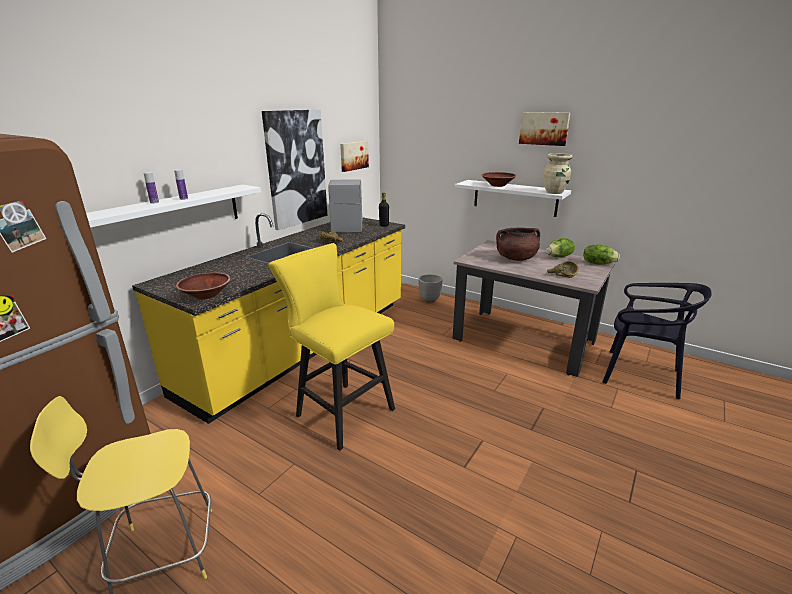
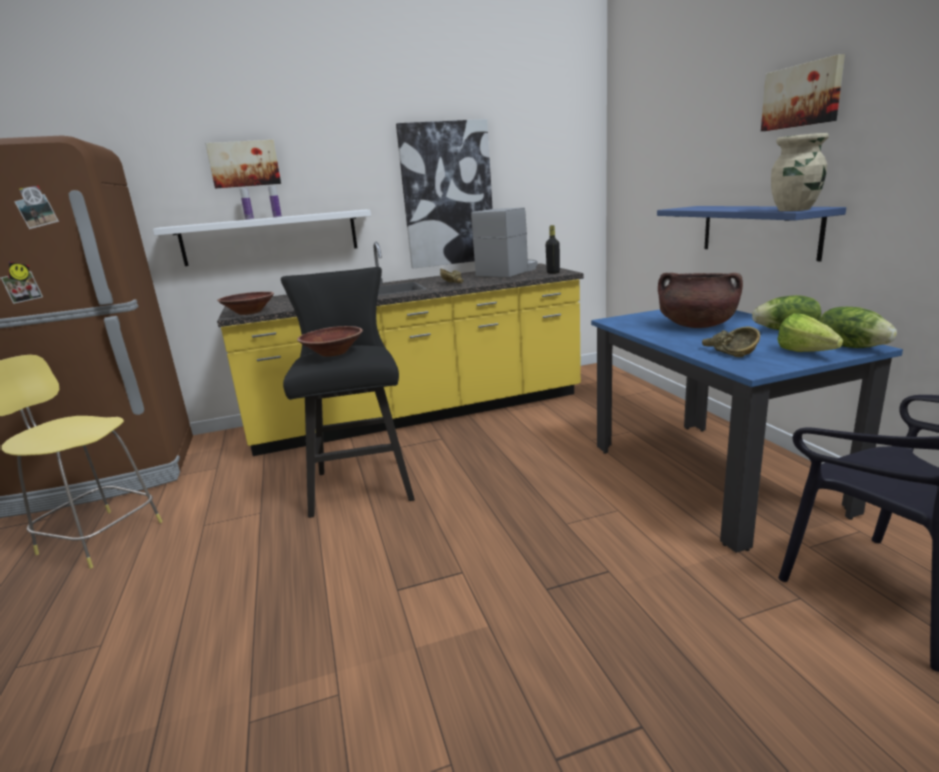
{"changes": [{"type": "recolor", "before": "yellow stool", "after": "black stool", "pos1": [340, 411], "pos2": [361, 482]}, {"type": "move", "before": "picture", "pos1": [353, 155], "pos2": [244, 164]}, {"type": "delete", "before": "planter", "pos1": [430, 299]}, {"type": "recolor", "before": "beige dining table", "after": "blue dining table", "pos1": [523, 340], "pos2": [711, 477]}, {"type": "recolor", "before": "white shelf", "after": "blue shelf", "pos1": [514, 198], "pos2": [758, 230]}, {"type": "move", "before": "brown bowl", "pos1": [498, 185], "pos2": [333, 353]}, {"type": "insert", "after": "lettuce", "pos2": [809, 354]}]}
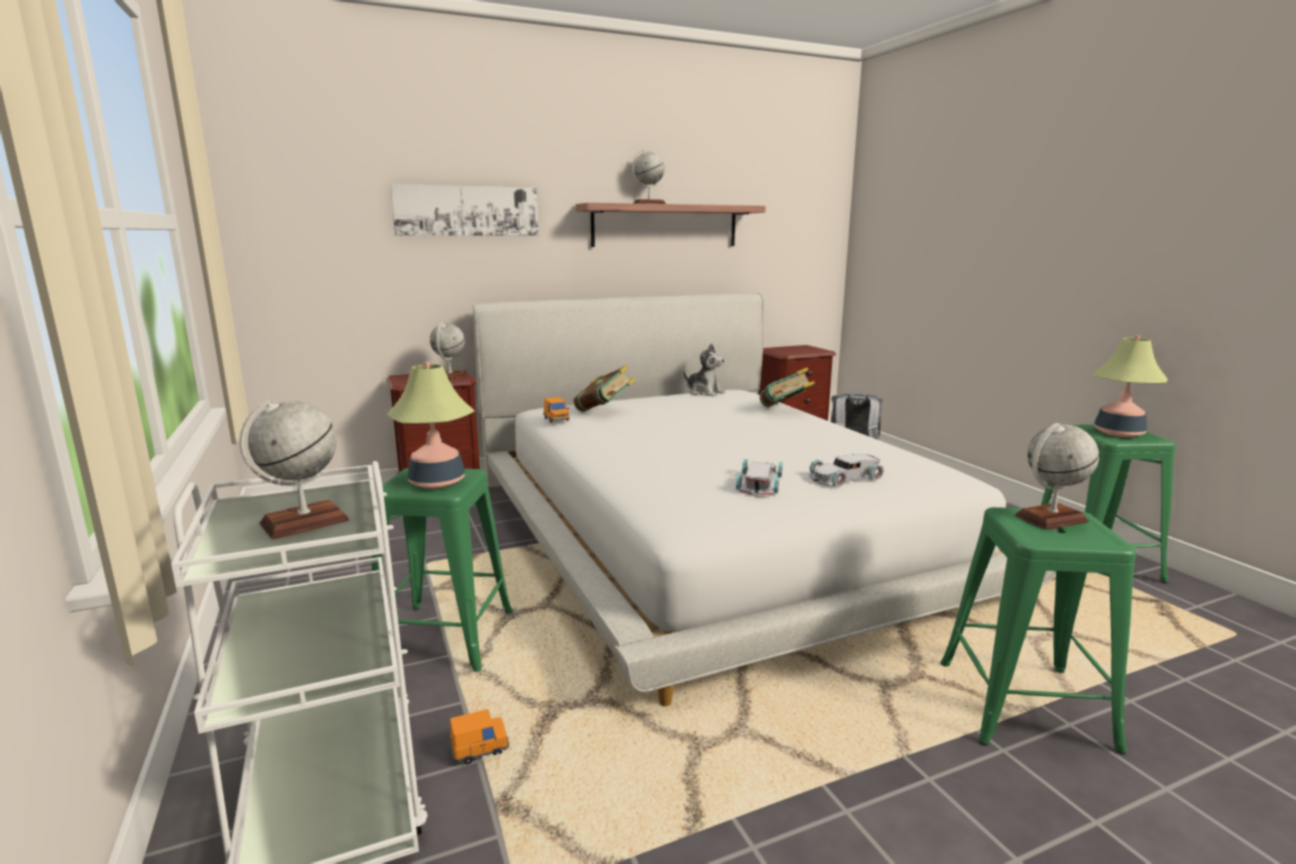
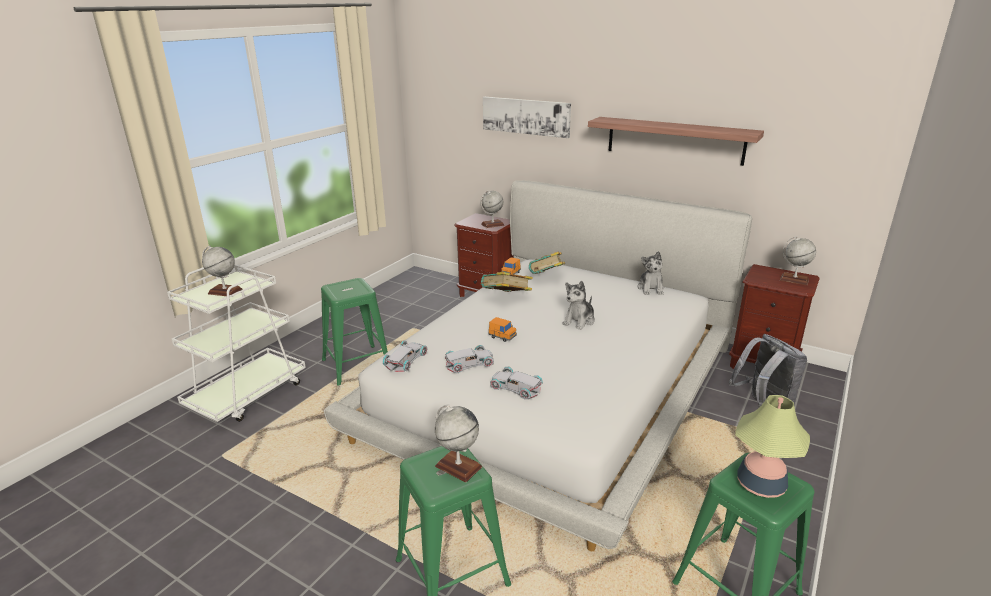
{"changes": [{"type": "delete", "before": "table lamp", "pos1": [437, 482]}, {"type": "move", "before": "orange toy car", "pos1": [480, 749], "pos2": [502, 336]}, {"type": "move", "before": "globe", "pos1": [649, 204], "pos2": [794, 280]}, {"type": "move", "before": "book", "pos1": [785, 410], "pos2": [506, 298]}, {"type": "insert", "after": "white toy car", "pos2": [406, 359]}, {"type": "insert", "after": "plush toy", "pos2": [579, 321]}]}
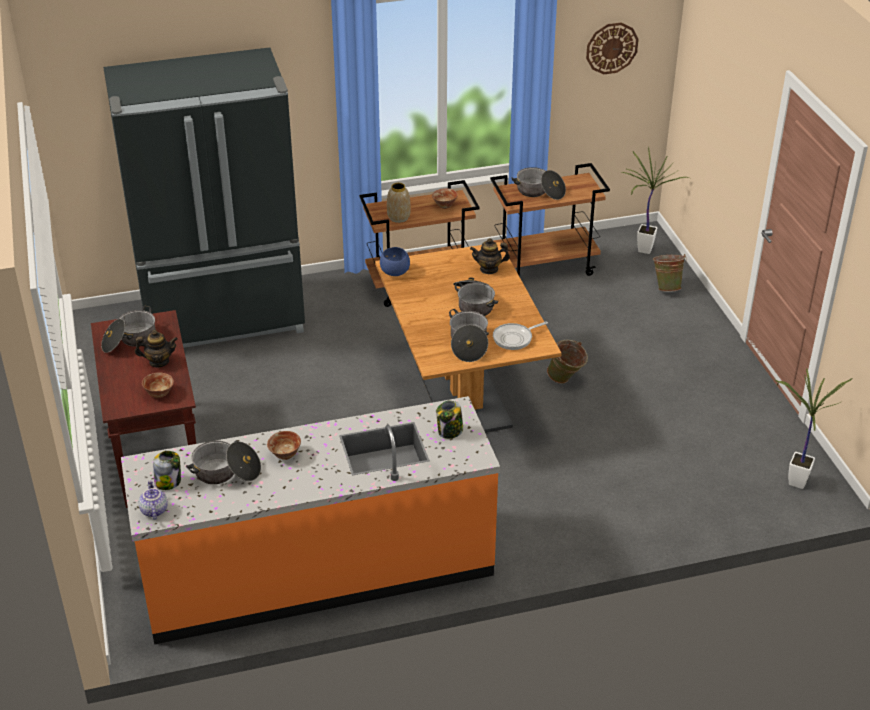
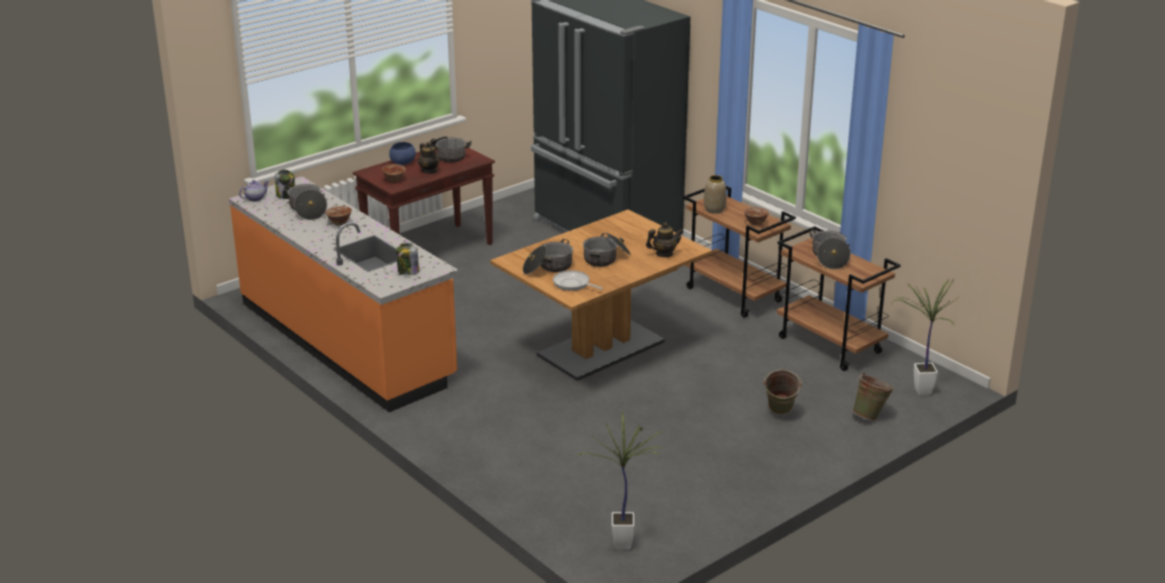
{"changes": [{"type": "move", "before": "blue bowl", "pos1": [394, 272], "pos2": [402, 162]}, {"type": "rotate", "before": "teapot", "pos1": [489, 269], "pos2": [664, 254], "turn": 105}, {"type": "move", "before": "green bucket", "pos1": [566, 380], "pos2": [780, 413]}, {"type": "delete", "before": "wall clock", "pos1": [611, 48]}]}
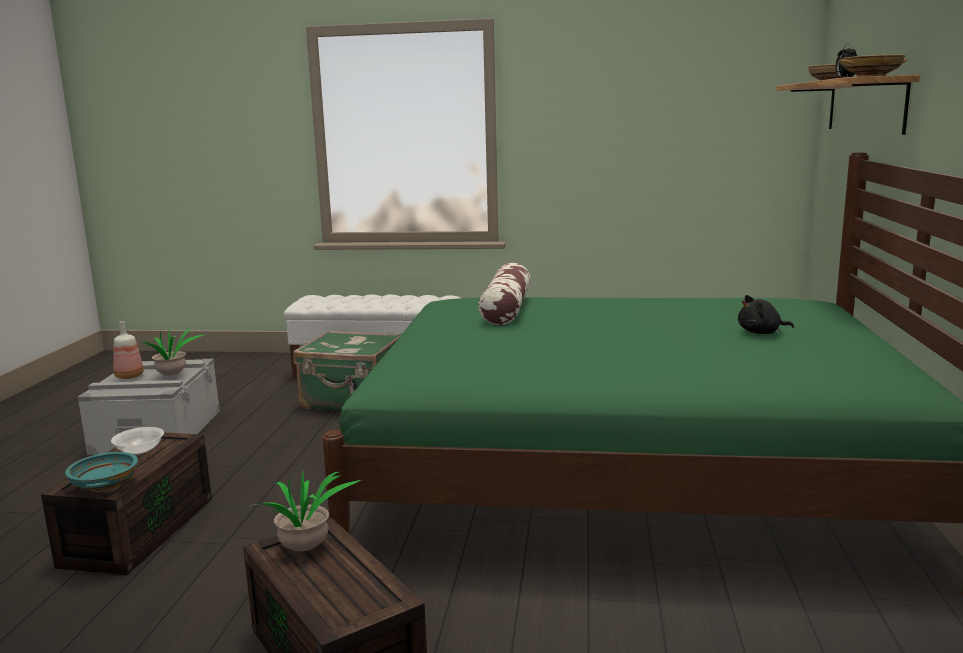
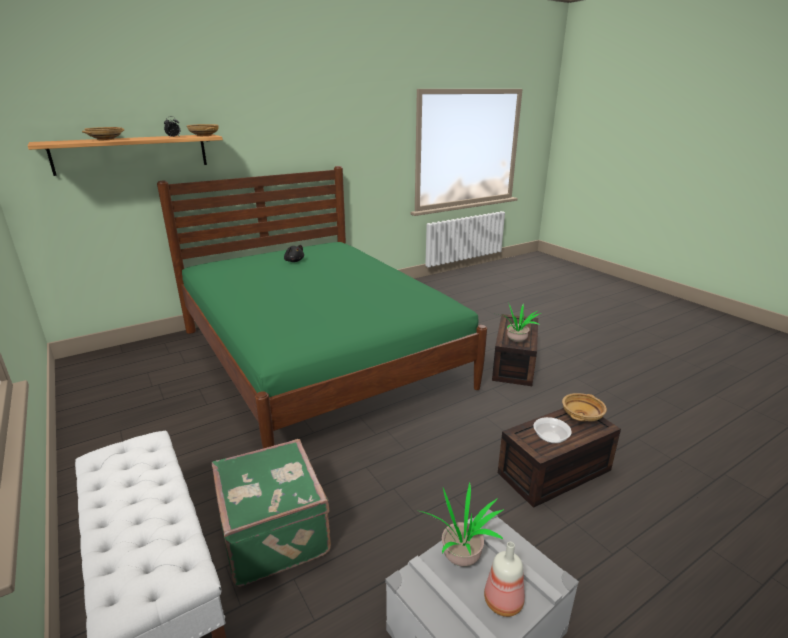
{"changes": [{"type": "recolor", "before": "turquoise bowl", "after": "beige bowl", "pos1": [104, 484], "pos2": [582, 416]}, {"type": "delete", "before": "pillow", "pos1": [506, 309]}]}
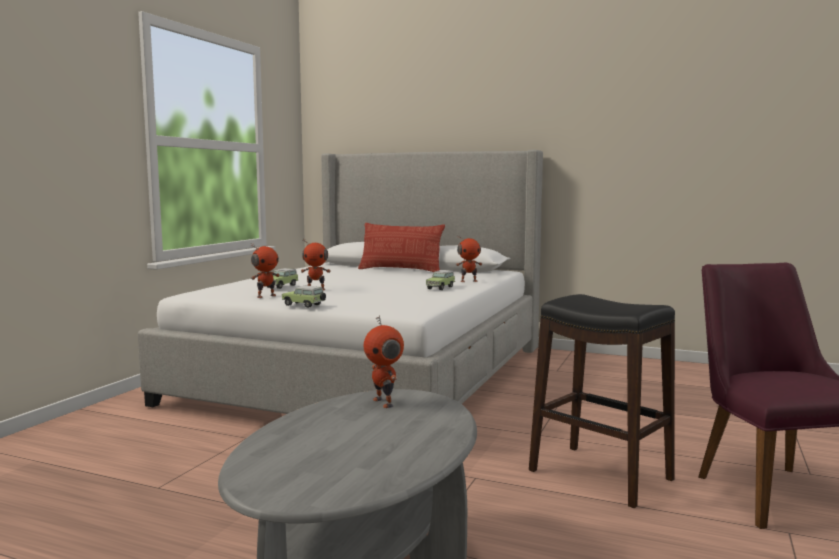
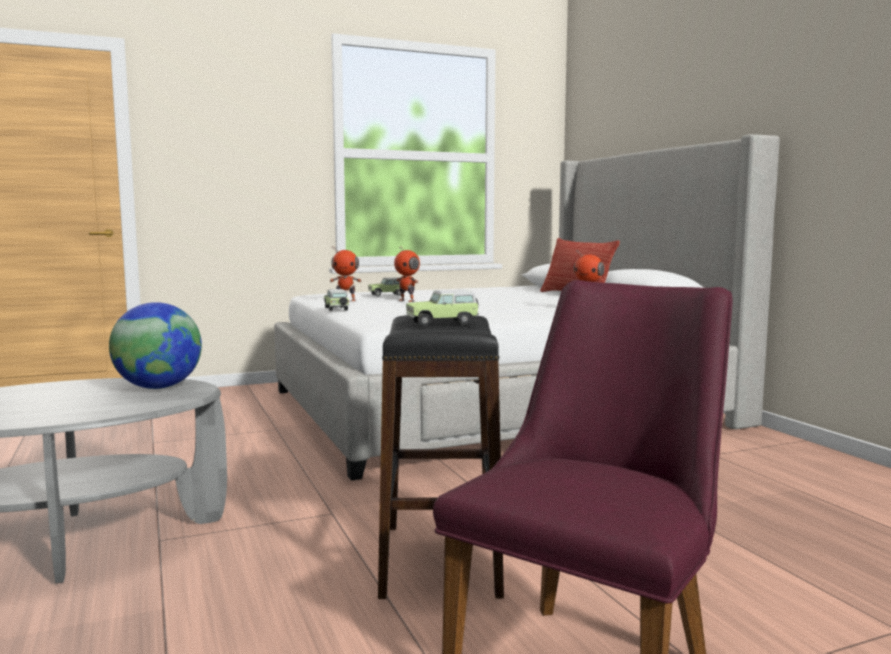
{"changes": [{"type": "replace", "before": "toy robot", "after": "globe", "pos1": [384, 403], "pos2": [158, 387]}, {"type": "move", "before": "toy car", "pos1": [441, 287], "pos2": [444, 323]}]}
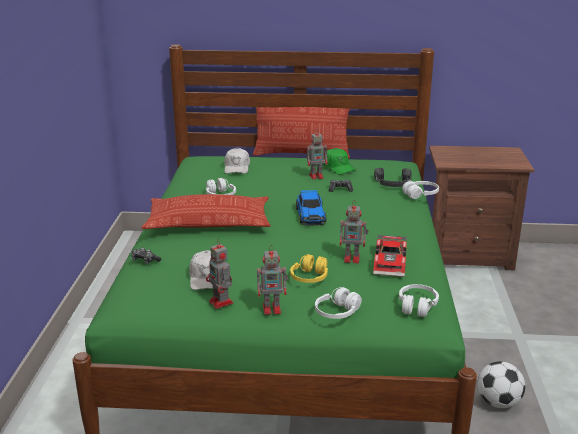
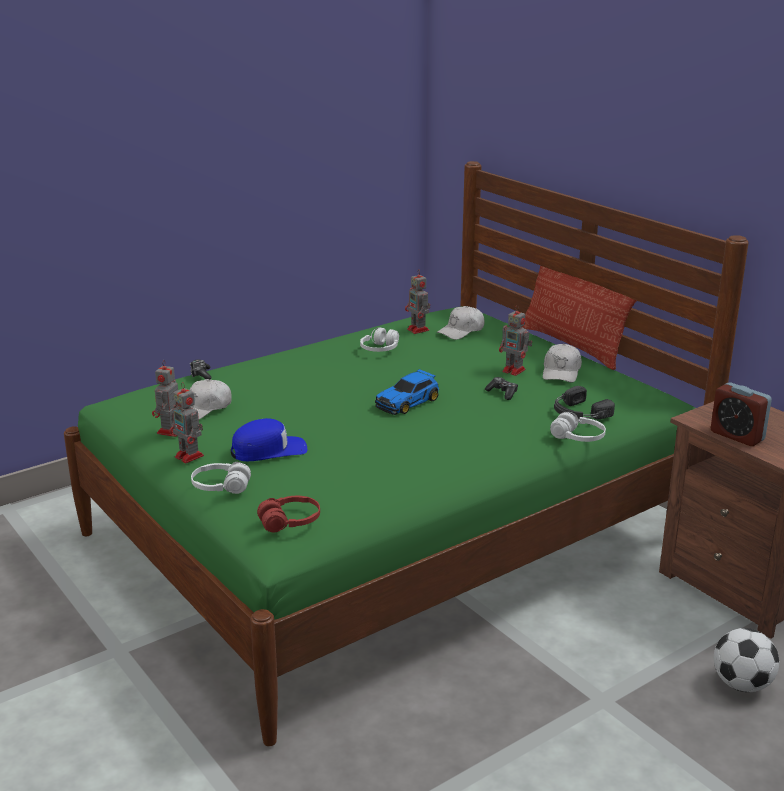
{"changes": [{"type": "delete", "before": "pillow", "pos1": [208, 222]}, {"type": "replace", "before": "yellow headphones", "after": "blue cap", "pos1": [310, 278], "pos2": [269, 450]}, {"type": "recolor", "before": "green cap", "after": "white cap", "pos1": [338, 167], "pos2": [561, 372]}, {"type": "move", "before": "toy robot", "pos1": [353, 258], "pos2": [418, 330]}, {"type": "delete", "before": "toy car", "pos1": [392, 263]}, {"type": "recolor", "before": "white headphones", "after": "red headphones", "pos1": [417, 306], "pos2": [290, 522]}, {"type": "move", "before": "football", "pos1": [498, 402], "pos2": [741, 684]}, {"type": "insert", "after": "alarm clock", "pos2": [737, 436]}]}
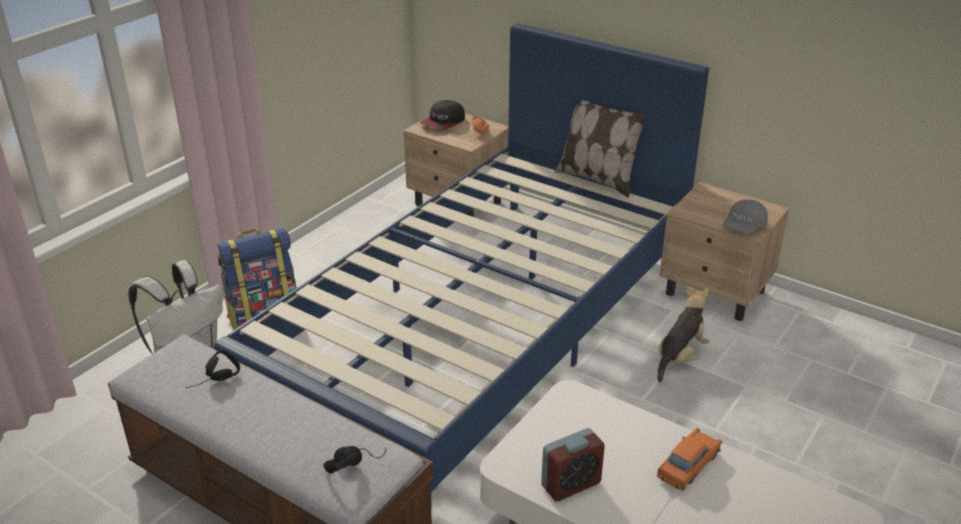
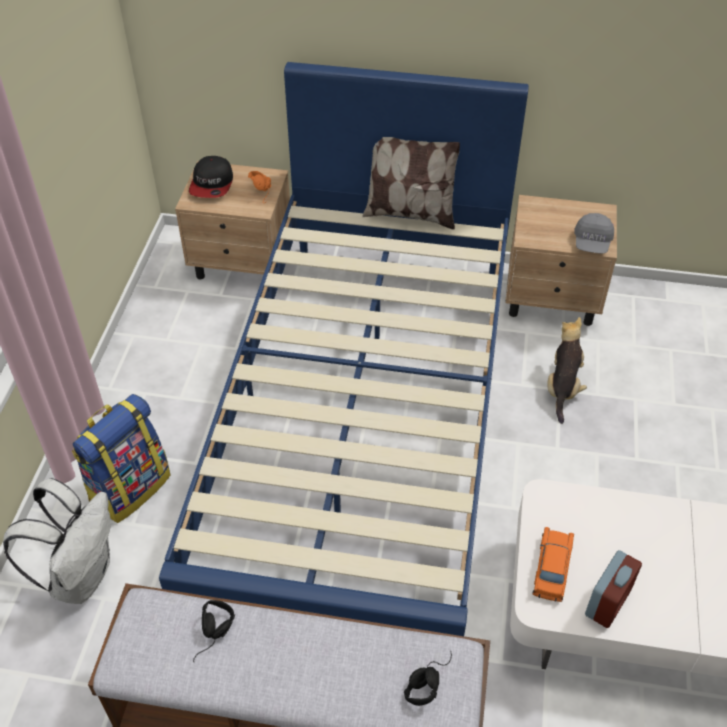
{"changes": [{"type": "move", "before": "orange toy car", "pos1": [688, 465], "pos2": [551, 569]}]}
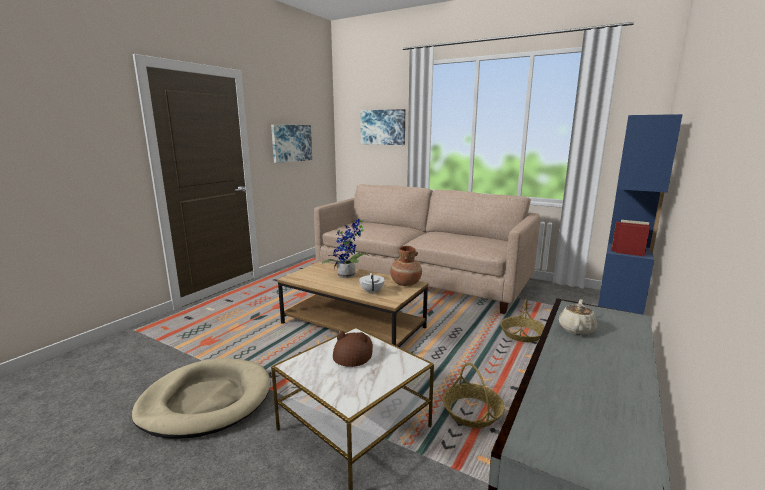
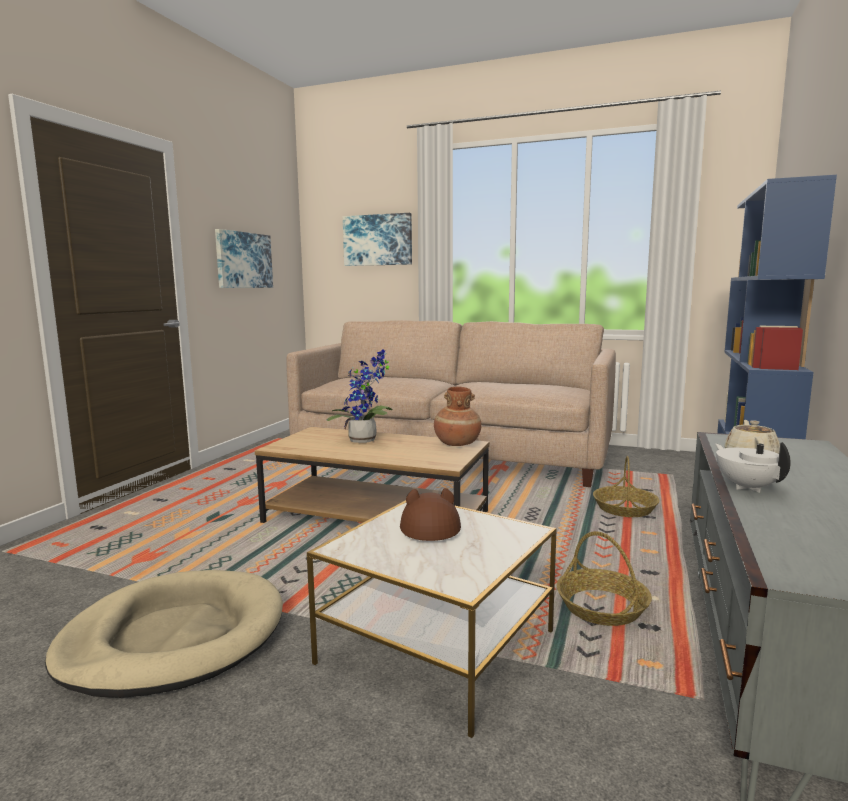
{"changes": [{"type": "move", "before": "white teapot", "pos1": [372, 291], "pos2": [747, 487]}]}
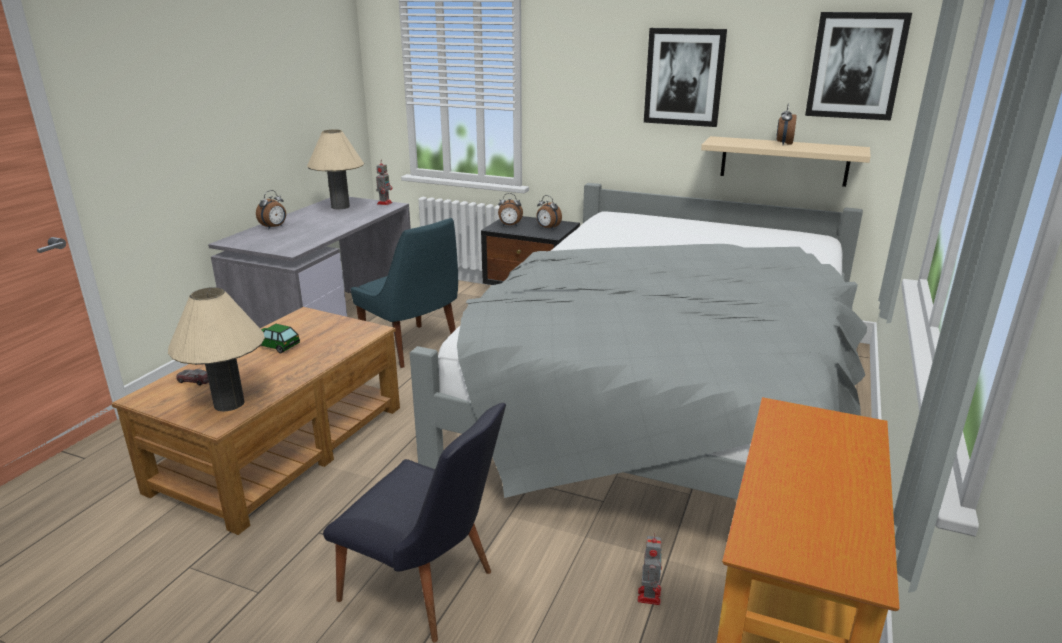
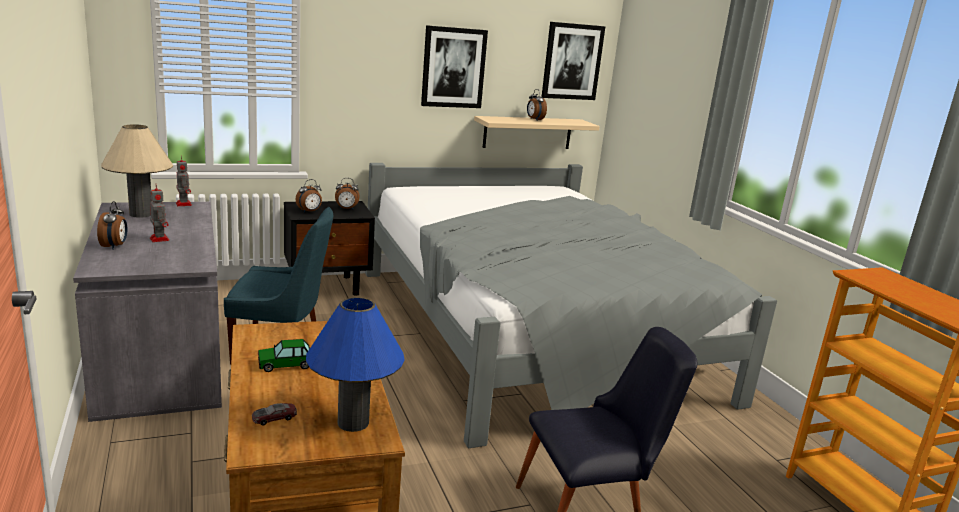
{"changes": [{"type": "recolor", "before": "beige table lamp", "after": "blue table lamp", "pos1": [229, 403], "pos2": [353, 422]}, {"type": "move", "before": "toy robot", "pos1": [649, 595], "pos2": [159, 239]}]}
